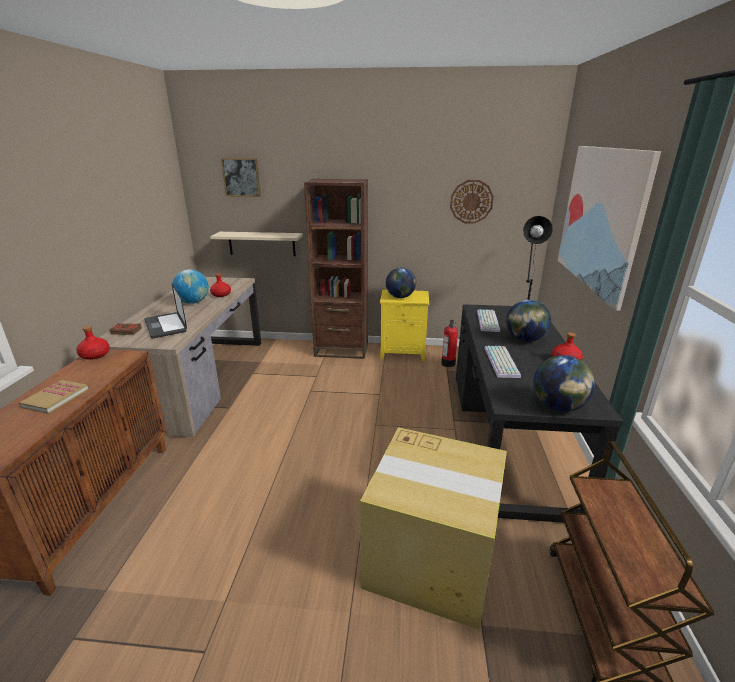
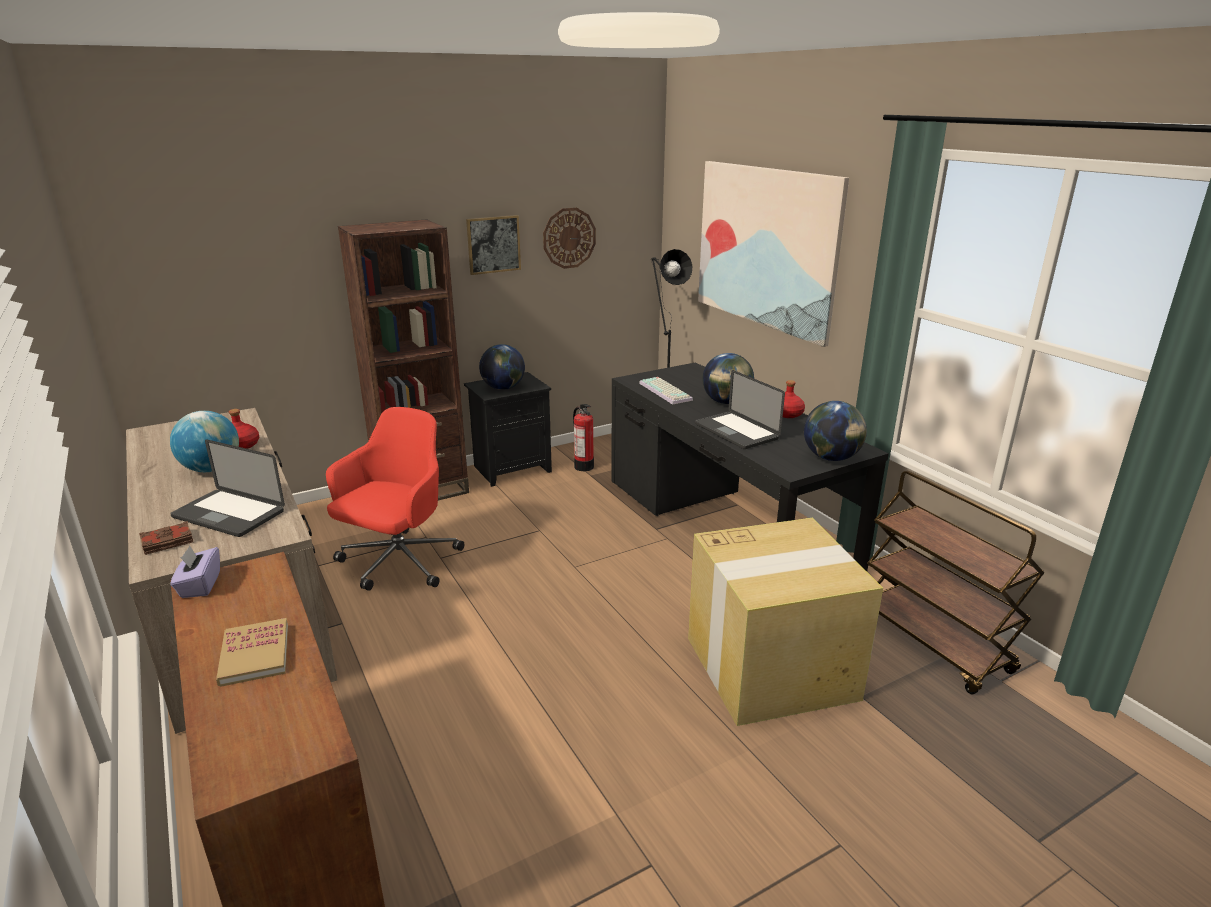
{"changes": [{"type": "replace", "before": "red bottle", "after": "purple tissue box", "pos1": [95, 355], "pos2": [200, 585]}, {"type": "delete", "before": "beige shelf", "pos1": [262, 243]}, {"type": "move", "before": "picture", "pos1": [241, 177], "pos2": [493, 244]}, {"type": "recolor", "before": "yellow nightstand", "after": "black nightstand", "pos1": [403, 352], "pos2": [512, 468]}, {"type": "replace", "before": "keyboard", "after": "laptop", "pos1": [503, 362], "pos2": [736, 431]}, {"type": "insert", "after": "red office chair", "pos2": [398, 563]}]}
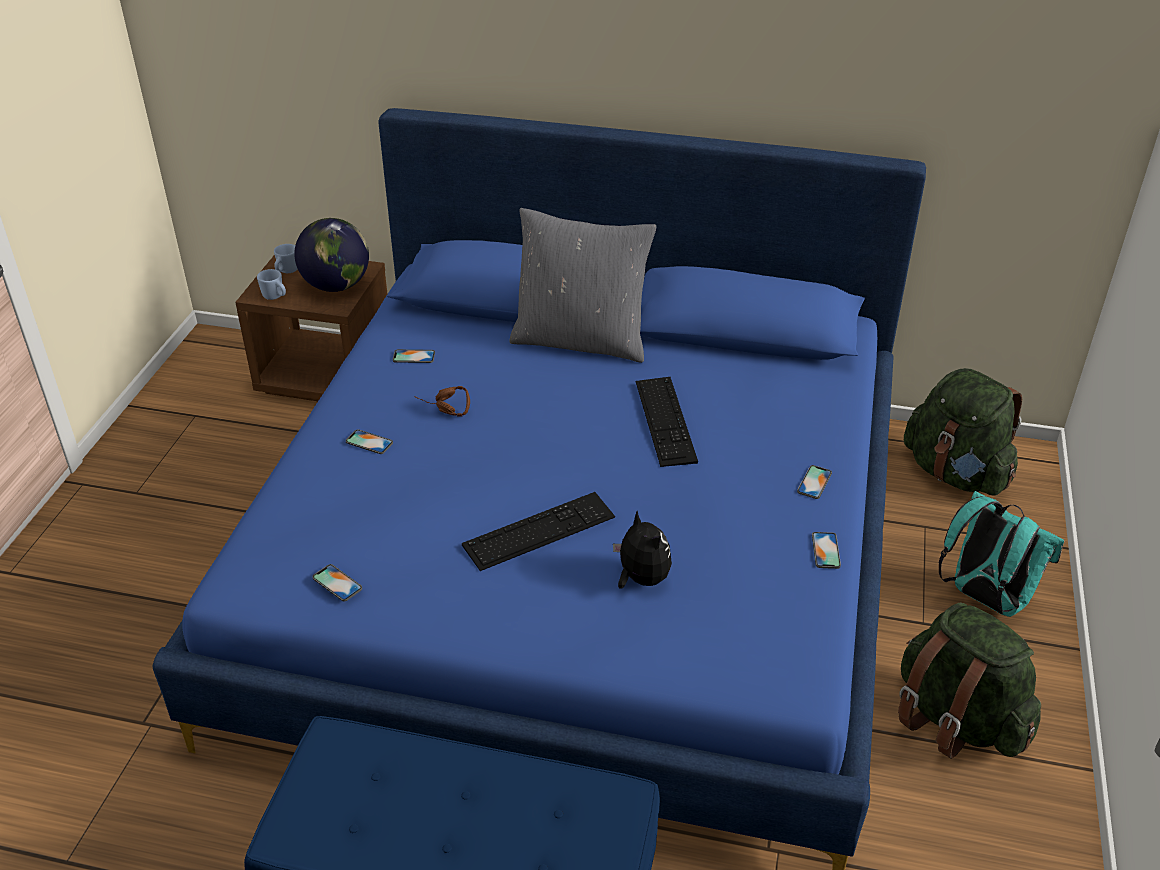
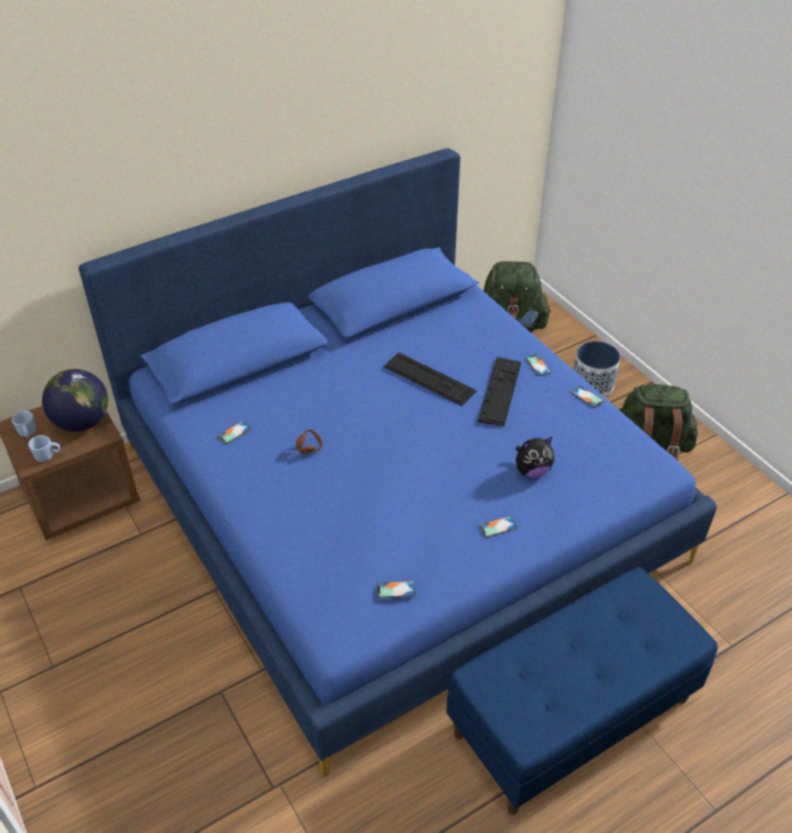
{"changes": [{"type": "move", "before": "phone", "pos1": [369, 442], "pos2": [498, 527]}, {"type": "move", "before": "keyboard", "pos1": [539, 531], "pos2": [500, 391]}, {"type": "delete", "before": "grey pillow", "pos1": [581, 340]}, {"type": "rotate", "before": "plush toy", "pos1": [641, 579], "pos2": [532, 471], "turn": 150}, {"type": "replace", "before": "turquoise backpack", "after": "planter", "pos1": [984, 598], "pos2": [592, 384]}]}
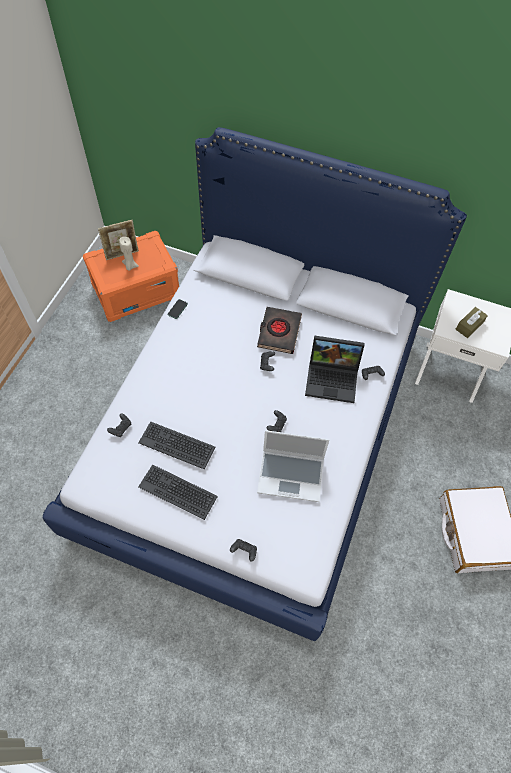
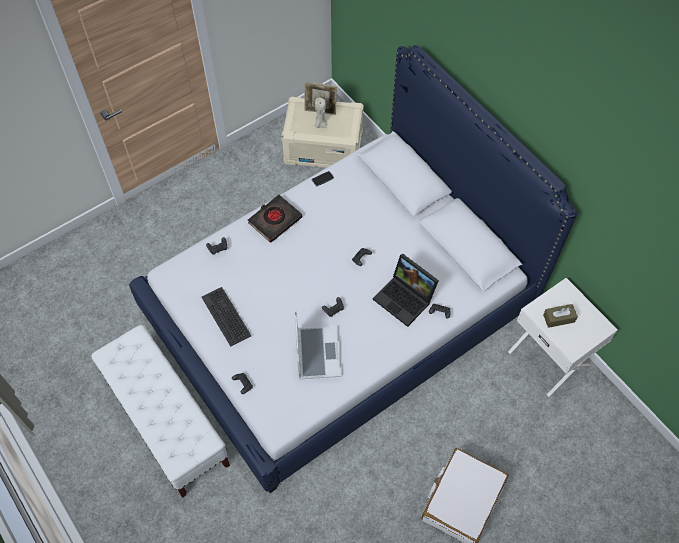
{"changes": [{"type": "recolor", "before": "orange storage box", "after": "beige storage box", "pos1": [136, 290], "pos2": [324, 147]}, {"type": "delete", "before": "keyboard", "pos1": [177, 444]}, {"type": "move", "before": "black book", "pos1": [279, 332], "pos2": [275, 220]}, {"type": "rotate", "before": "laptop", "pos1": [291, 475], "pos2": [317, 352], "turn": -135}, {"type": "insert", "after": "white bench", "pos2": [168, 423]}]}
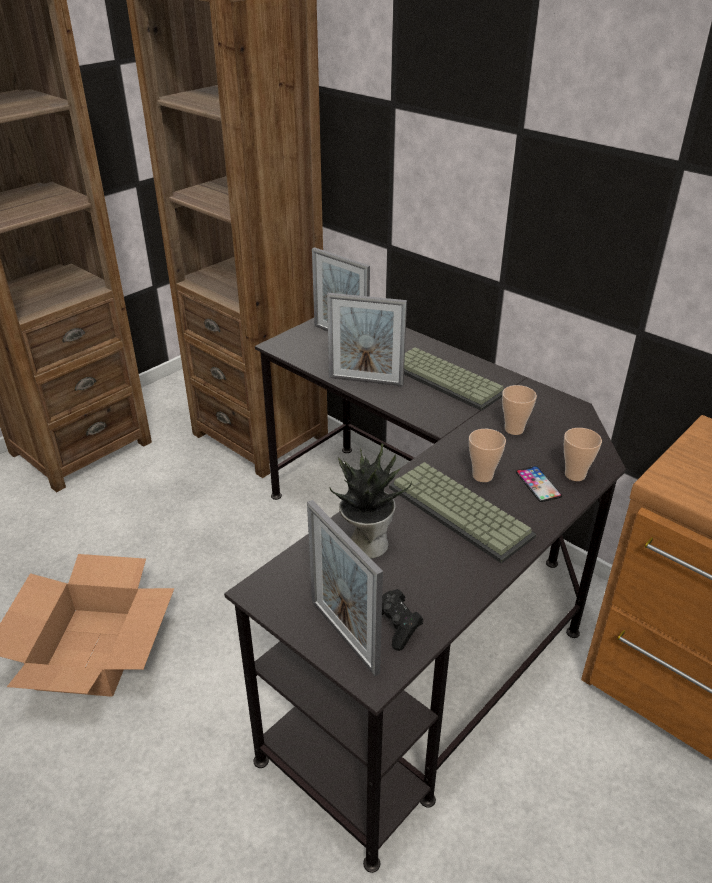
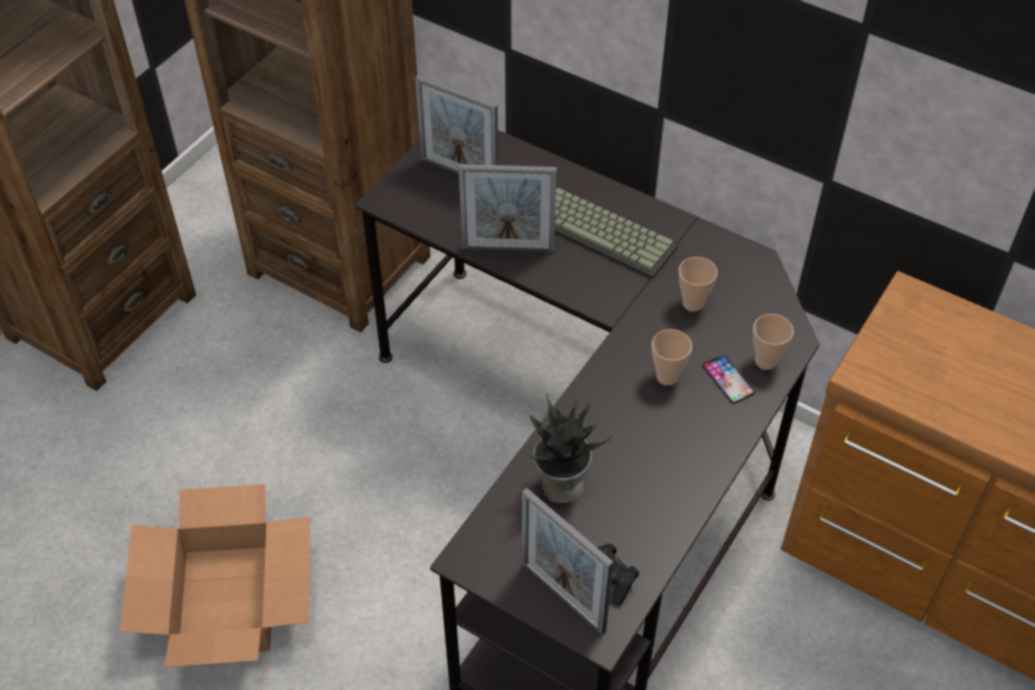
{"changes": [{"type": "delete", "before": "keyboard", "pos1": [462, 511]}]}
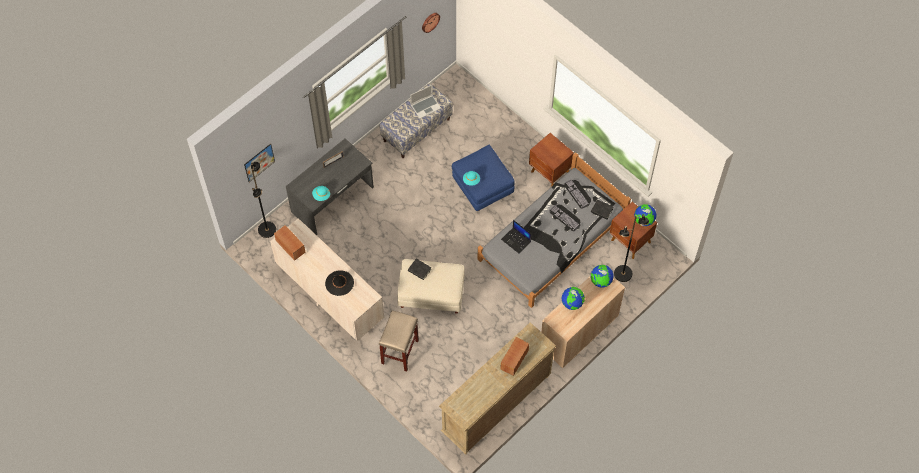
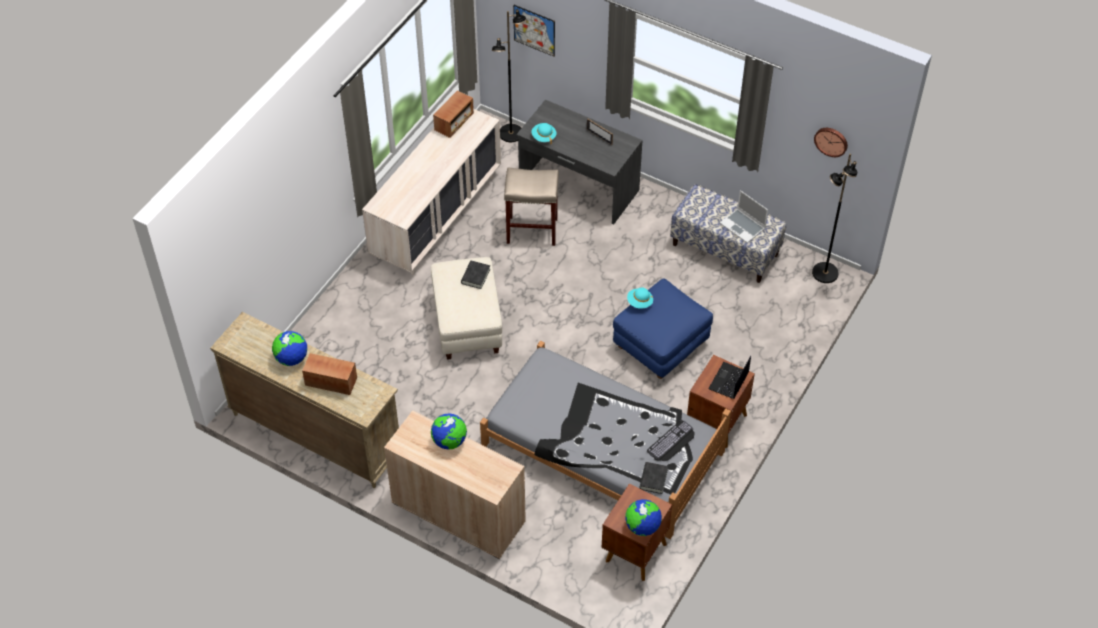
{"changes": [{"type": "delete", "before": "black hat", "pos1": [339, 283]}, {"type": "move", "before": "beige stool", "pos1": [400, 352], "pos2": [531, 231]}, {"type": "move", "before": "laptop", "pos1": [516, 240], "pos2": [729, 381]}, {"type": "delete", "before": "keyboard", "pos1": [566, 217]}, {"type": "move", "before": "globe", "pos1": [601, 281], "pos2": [291, 358]}, {"type": "move", "before": "black floor lamp", "pos1": [623, 274], "pos2": [824, 273]}]}
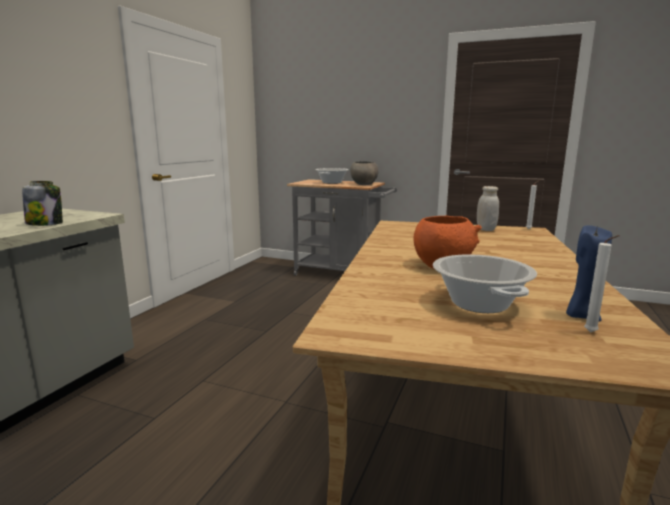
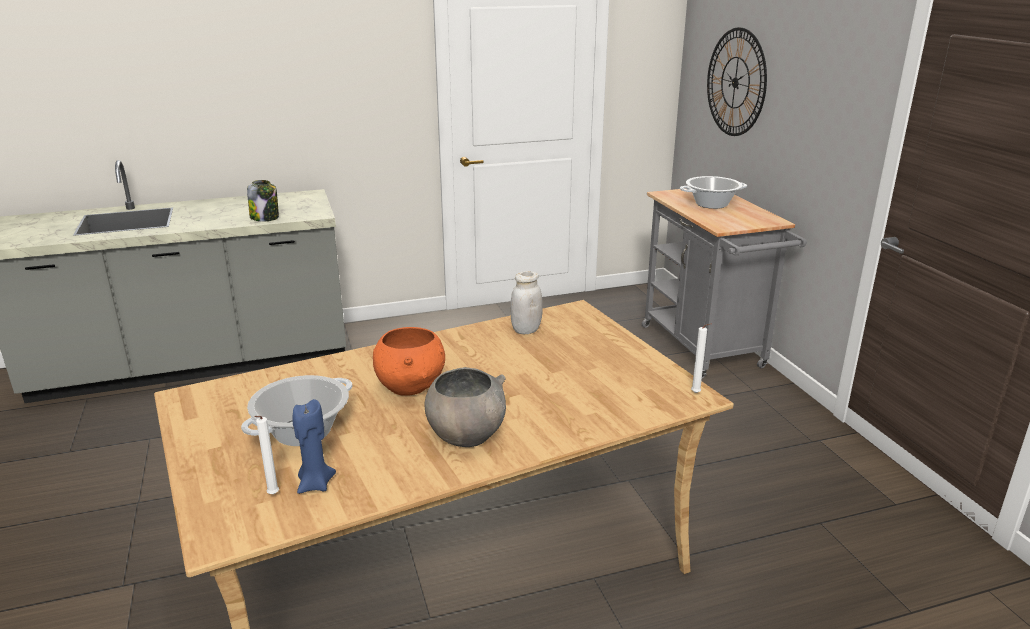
{"changes": [{"type": "move", "before": "grey bowl", "pos1": [363, 184], "pos2": [466, 435]}, {"type": "move", "before": "white jar", "pos1": [486, 229], "pos2": [526, 330]}, {"type": "insert", "after": "wall clock", "pos2": [735, 82]}]}
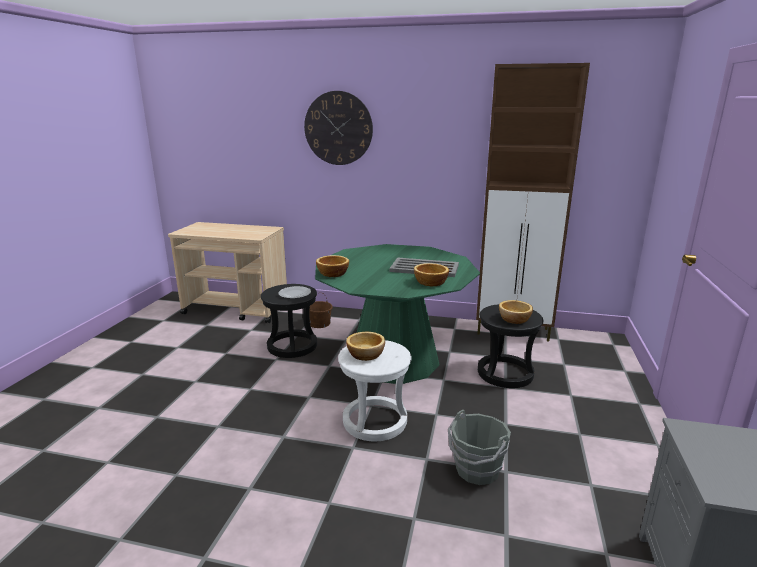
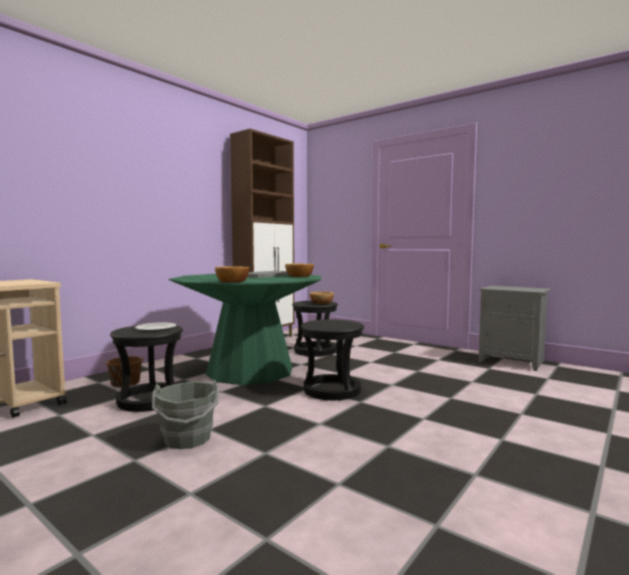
{"changes": [{"type": "delete", "before": "wall clock", "pos1": [338, 128]}, {"type": "recolor", "before": "white stool", "after": "black stool", "pos1": [374, 421], "pos2": [332, 390]}, {"type": "delete", "before": "bowl", "pos1": [366, 354]}, {"type": "move", "before": "grey bucket", "pos1": [476, 470], "pos2": [188, 439]}]}
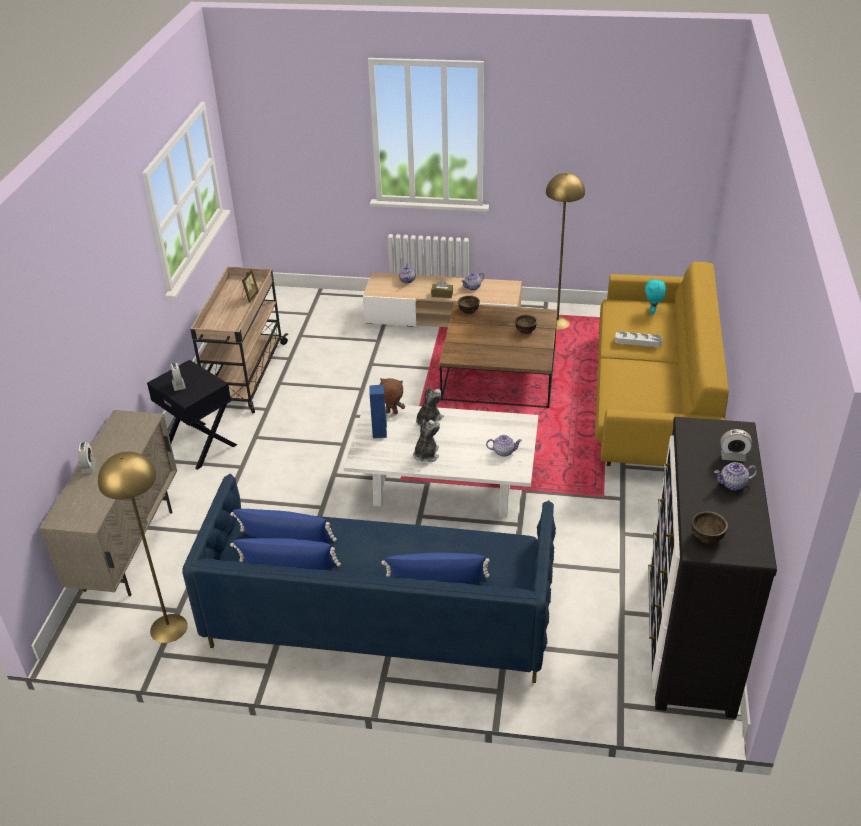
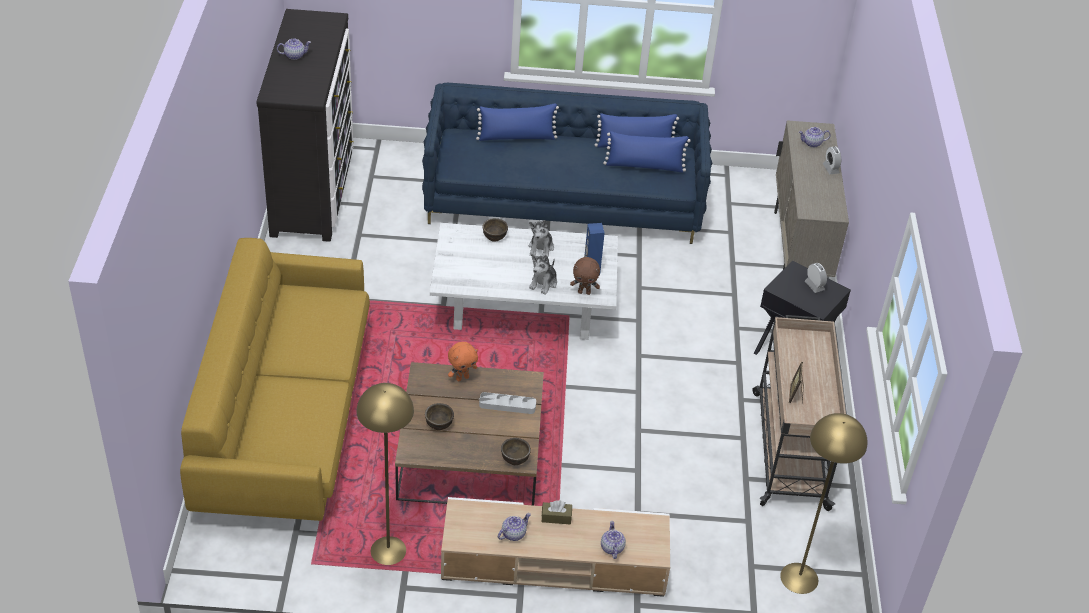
{"changes": [{"type": "move", "before": "yellow floor lamp", "pos1": [168, 628], "pos2": [799, 578]}, {"type": "move", "before": "teapot", "pos1": [504, 451], "pos2": [812, 143]}, {"type": "move", "before": "grey tray", "pos1": [638, 341], "pos2": [507, 405]}, {"type": "delete", "before": "turquoise plush toy", "pos1": [652, 312]}, {"type": "move", "before": "brown bowl", "pos1": [707, 536], "pos2": [494, 236]}, {"type": "delete", "before": "alarm clock", "pos1": [733, 456]}, {"type": "insert", "after": "orange plush toy", "pos2": [462, 377]}]}
